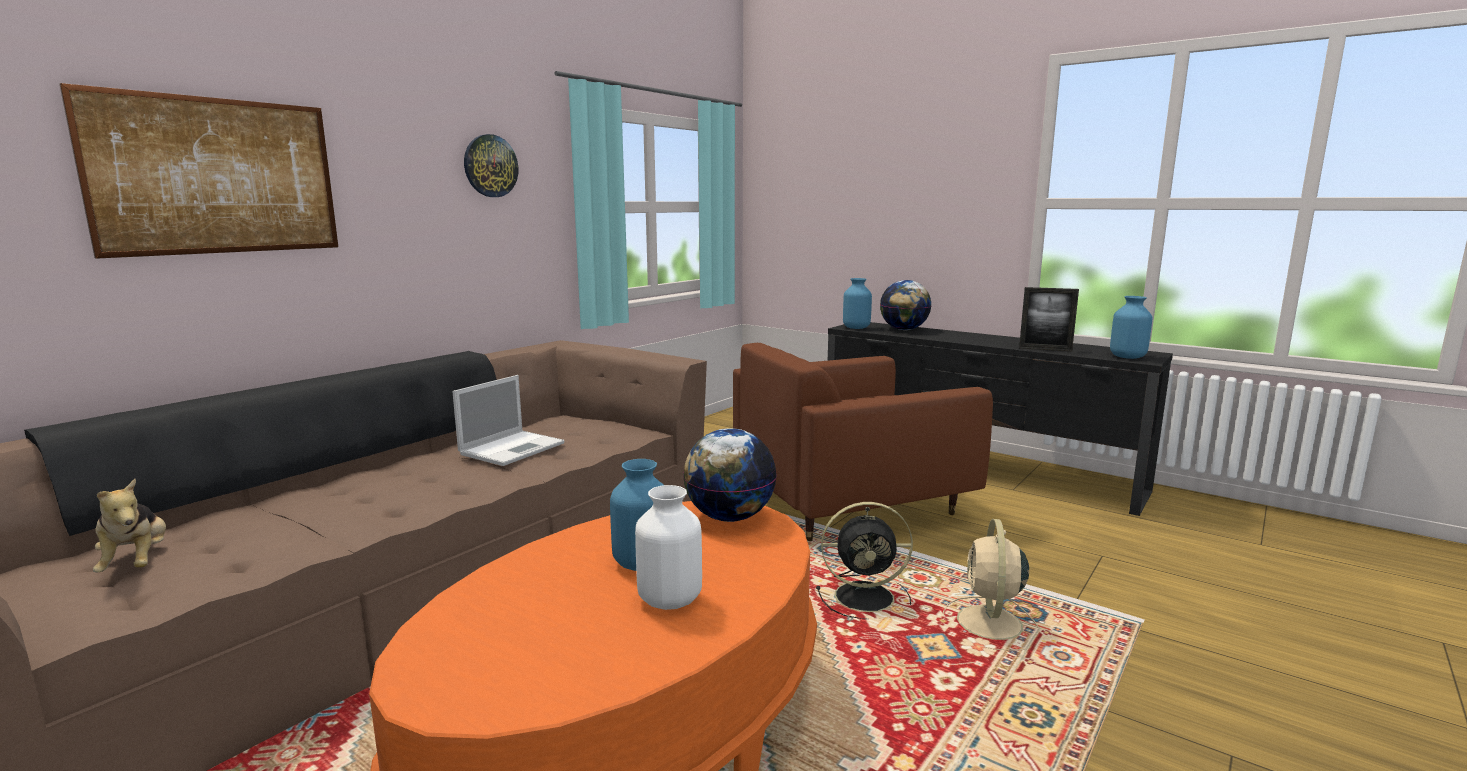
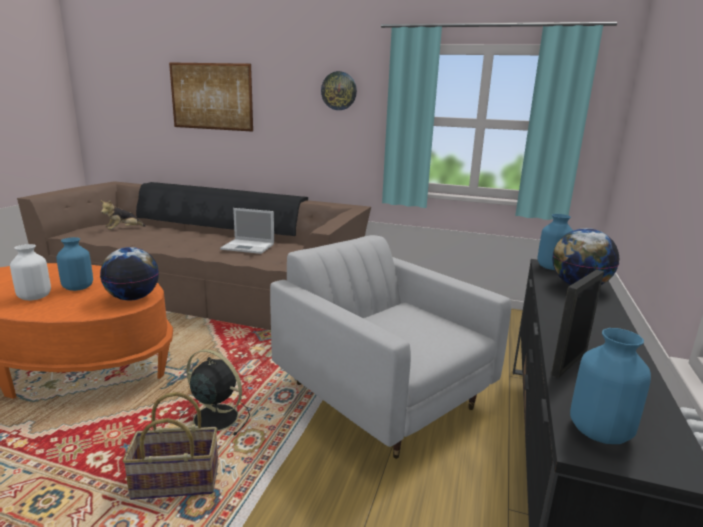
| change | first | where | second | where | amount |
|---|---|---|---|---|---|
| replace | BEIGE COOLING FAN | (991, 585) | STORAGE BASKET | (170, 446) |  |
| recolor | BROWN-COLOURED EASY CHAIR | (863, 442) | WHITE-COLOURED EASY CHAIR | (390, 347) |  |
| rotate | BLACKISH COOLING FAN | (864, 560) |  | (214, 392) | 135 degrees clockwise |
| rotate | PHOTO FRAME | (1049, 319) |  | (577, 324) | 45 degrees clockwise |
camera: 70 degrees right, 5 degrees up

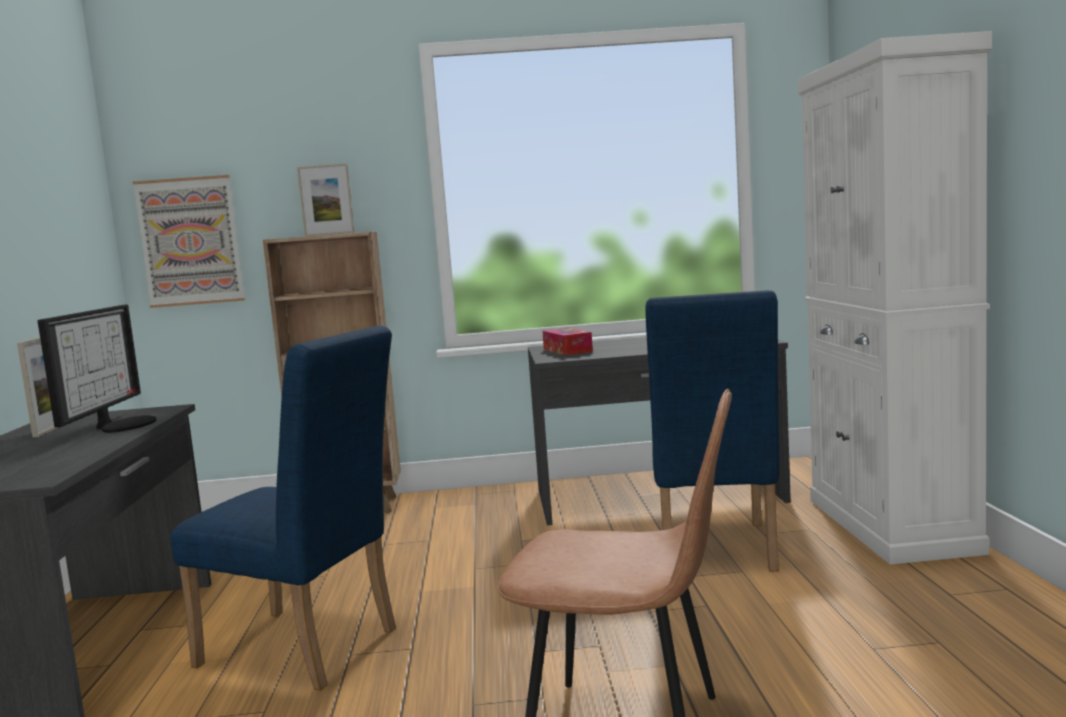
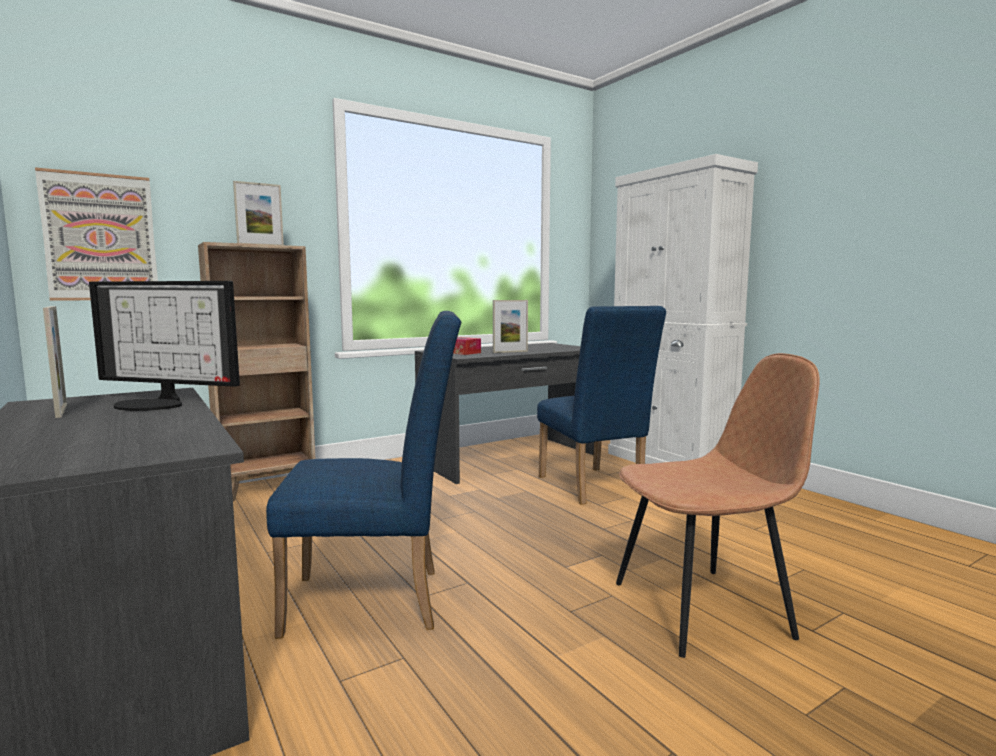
| change | first | where | second | where | amount |
|---|---|---|---|---|---|
| insert |  |  | PHOTO FRAME | (510, 326) |  |
| rotate | MONITOR | (97, 369) |  | (164, 346) | 135 degrees clockwise |
camera: 30 degrees left, 0 degrees up

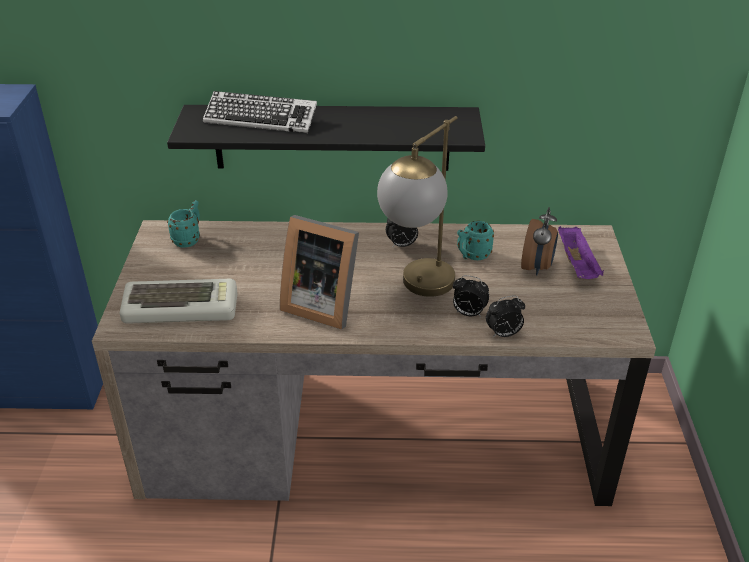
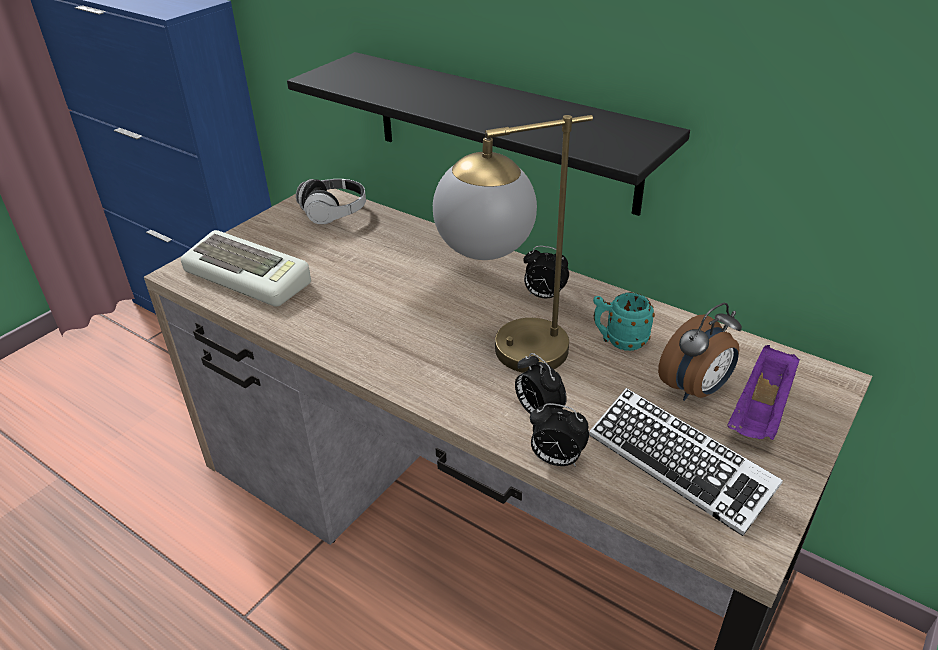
| change | first | where | second | where | amount |
|---|---|---|---|---|---|
| delete | PHOTO FRAME | (319, 272) |  |  |  |
| move | PC KEYBOARD | (260, 112) |  | (686, 462) |  |
| replace | TURQUOISE TEA MUG | (183, 224) | HEADSET | (331, 201) |  |
camera: 35 degrees right, 0 degrees up

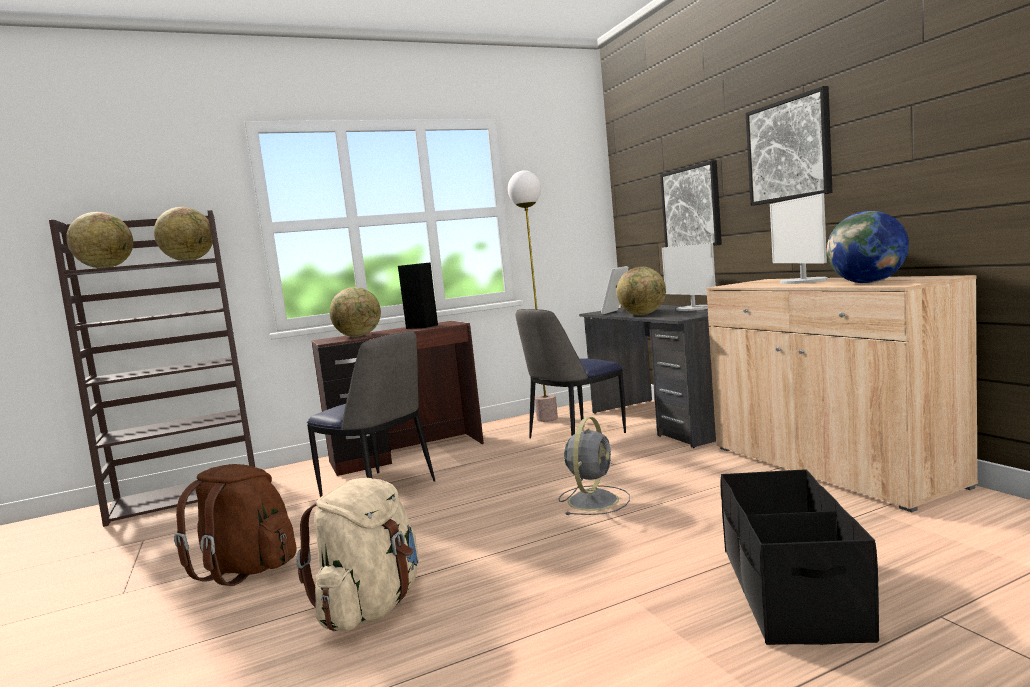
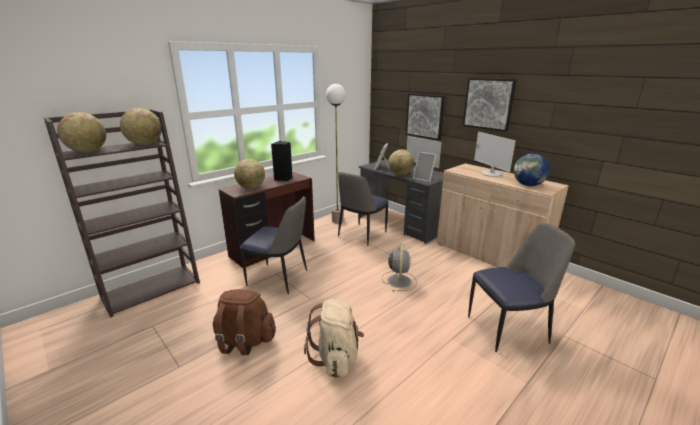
| change | first | where | second | where | amount |
|---|---|---|---|---|---|
| insert |  |  | PHOTO FRAME | (425, 167) |  |
| replace | BLACKISH STORAGE CONTAINER | (800, 557) | UPRIGHT CHAIR | (521, 287) |  |
camera: 20 degrees left, 15 degrees up

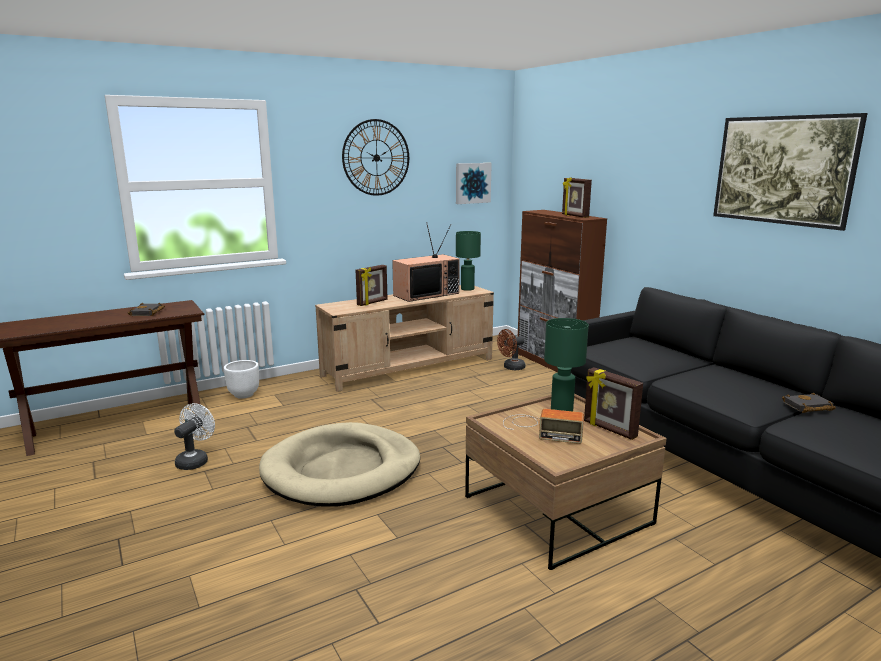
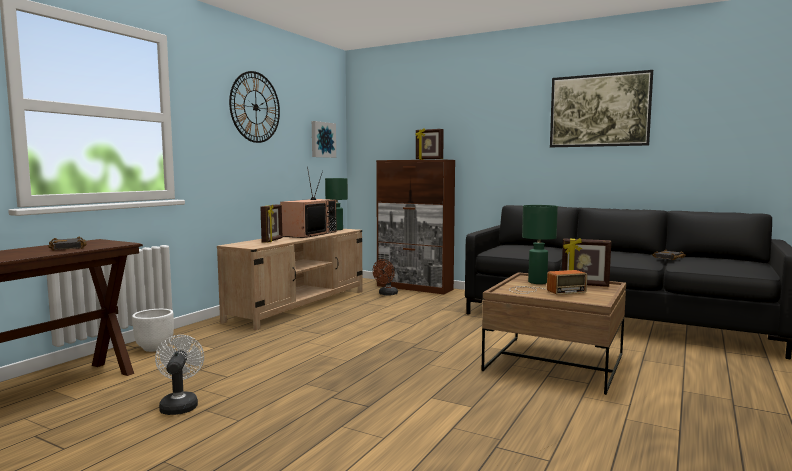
| change | first | where | second | where | amount |
|---|---|---|---|---|---|
| delete | BEIGE DOG CUSHION | (339, 464) |  |  |  |
camera: 30 degrees left, 10 degrees down

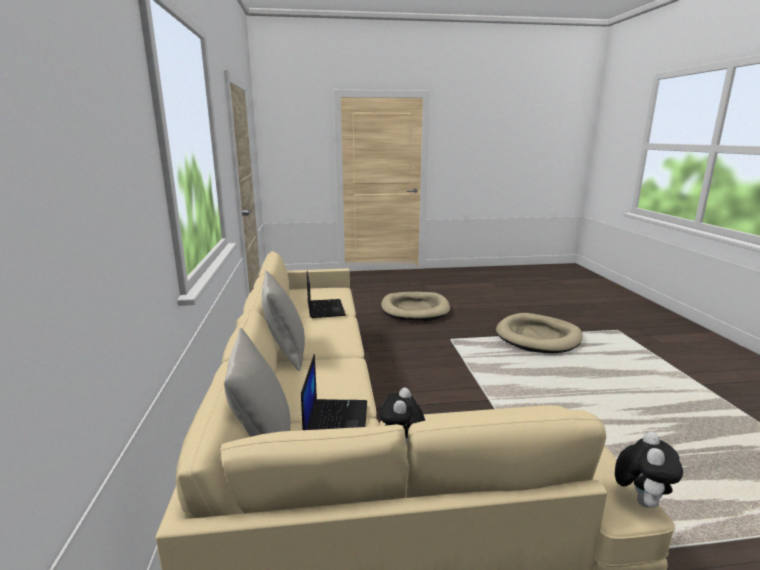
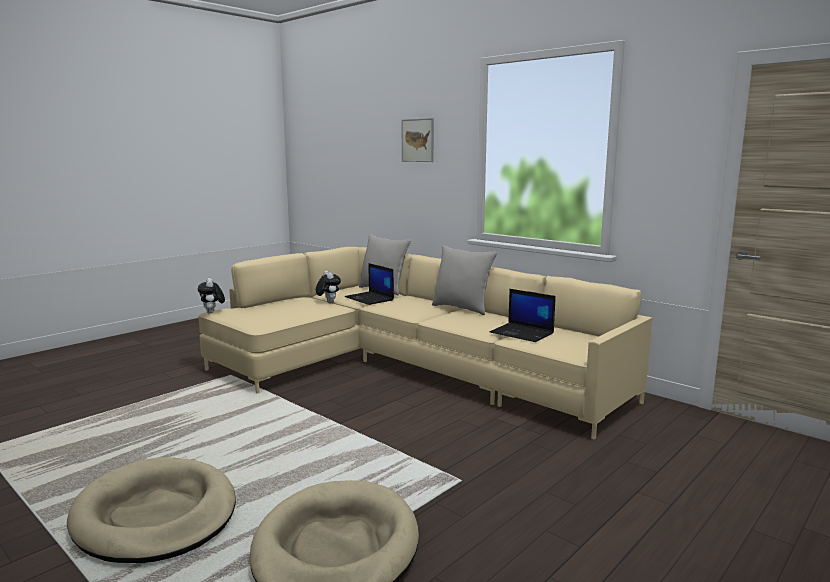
| change | first | where | second | where | amount |
|---|---|---|---|---|---|
| insert |  |  | PICTURE | (418, 140) |  |
| move | BEIGE DOG CUSHION | (415, 306) |  | (151, 510) |  |
camera: 140 degrees right, 5 degrees down

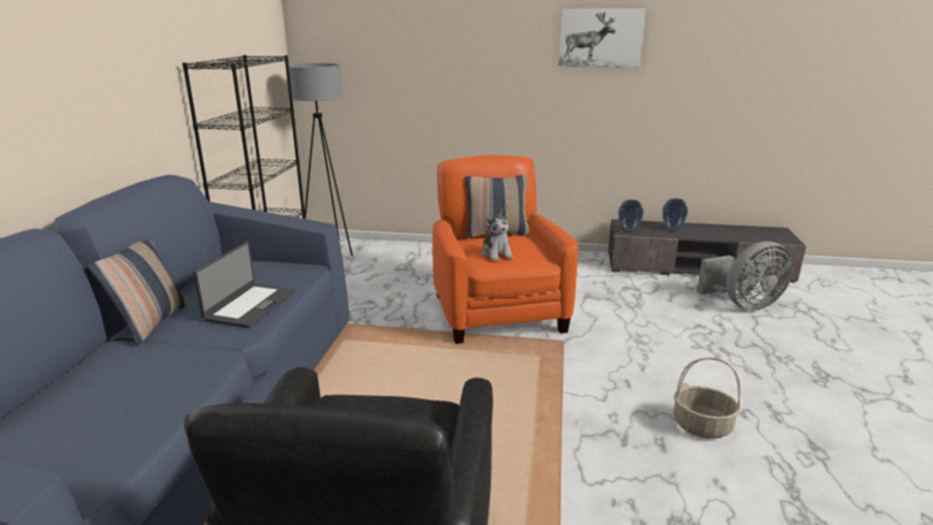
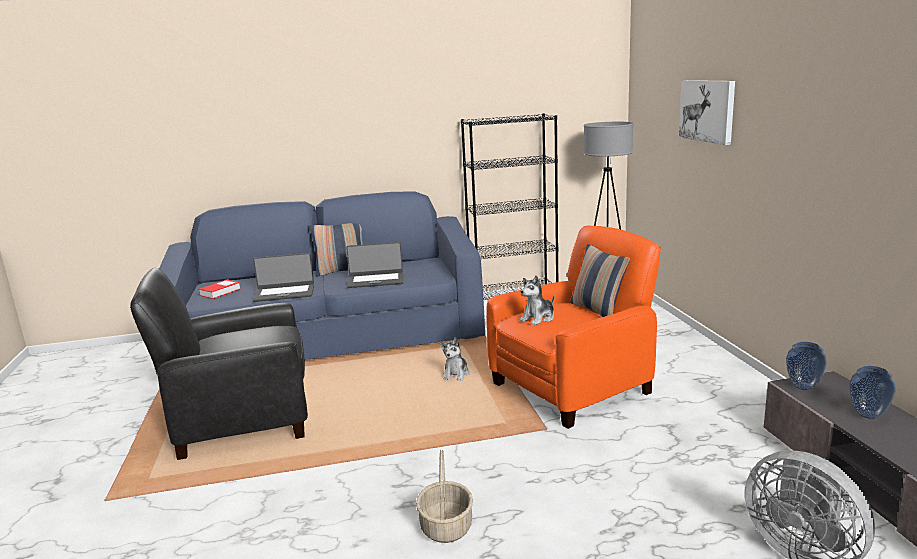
| change | first | where | second | where | amount |
|---|---|---|---|---|---|
| insert |  |  | VOLUME | (220, 289) |  |
| insert |  |  | NOTEBOOK COMPUTER | (283, 277) |  |
| insert |  |  | CUDDLY TOY | (454, 359) |  |
| move | PICTURE | (602, 38) |  | (707, 112) |  |
camera: 70 degrees right, 5 degrees down

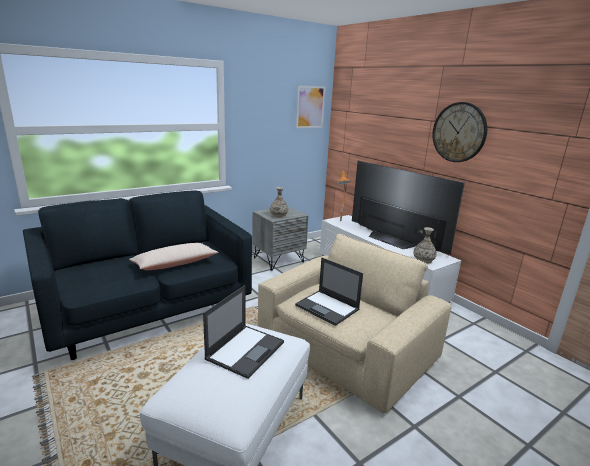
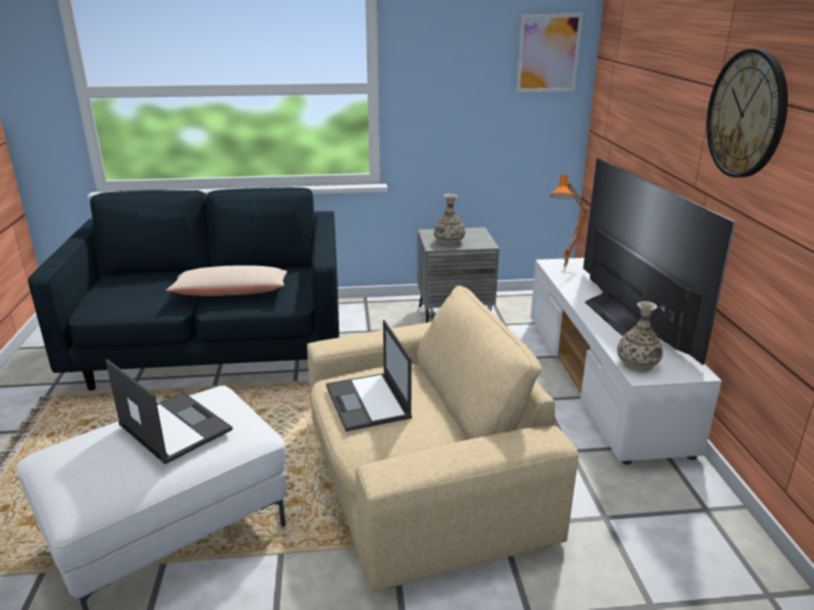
| change | first | where | second | where | amount |
|---|---|---|---|---|---|
| rotate | NOTEBOOK COMPUTER | (243, 332) |  | (169, 411) | 105 degrees counterclockwise |
camera: 30 degrees right, 5 degrees up

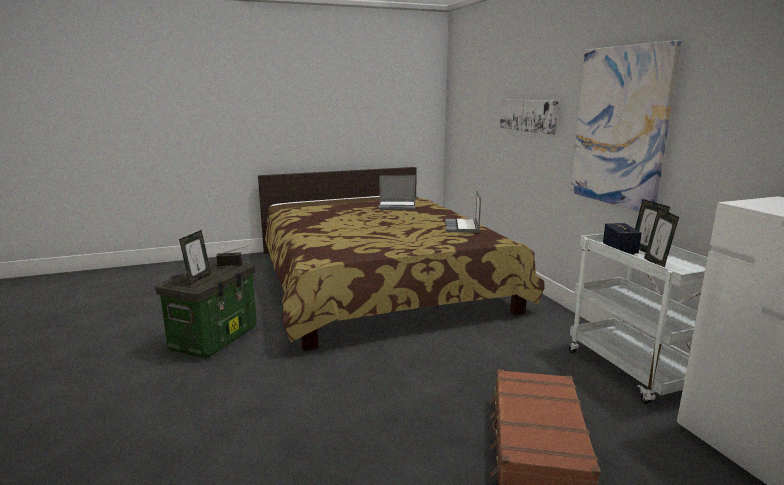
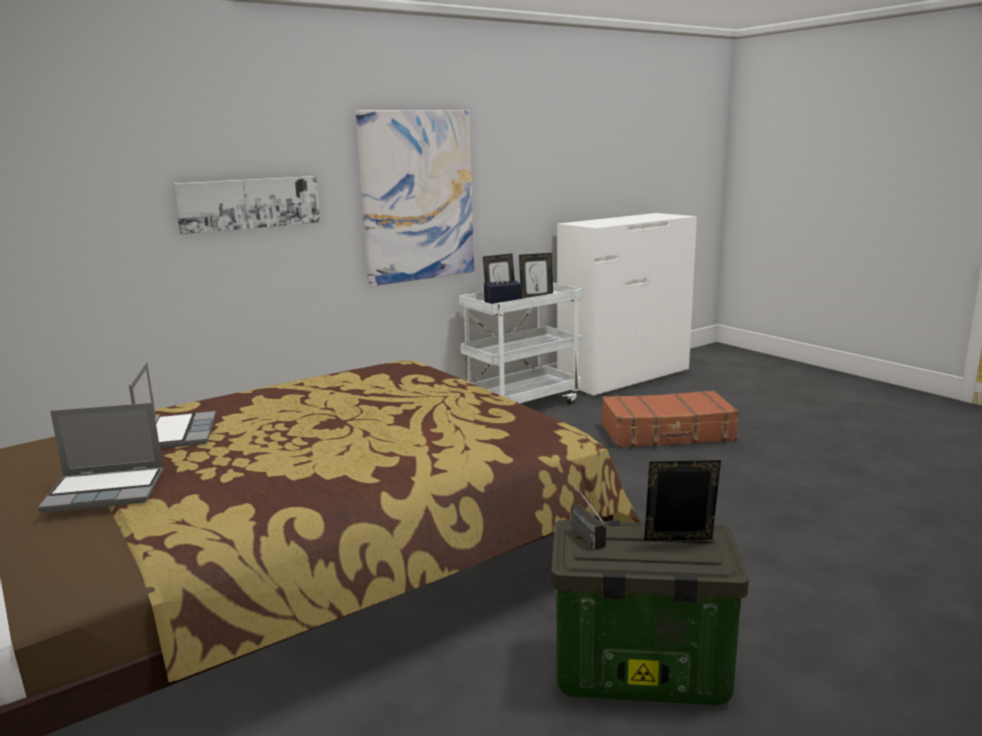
| change | first | where | second | where | amount |
|---|---|---|---|---|---|
| move | NOTEBOOK COMPUTER | (463, 211) |  | (101, 458) |  |
camera: 105 degrees left, 0 degrees up

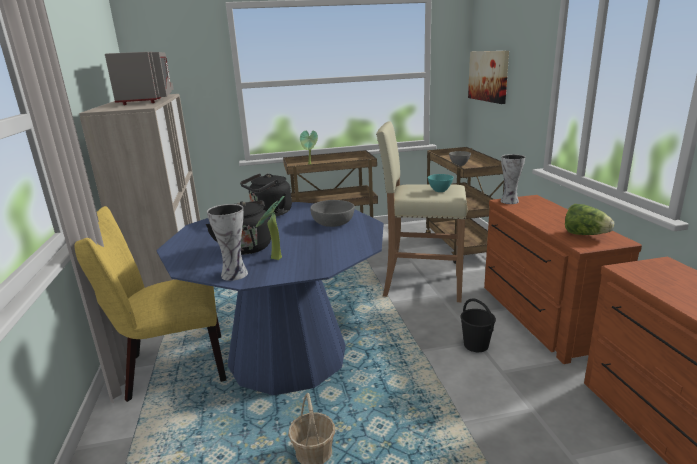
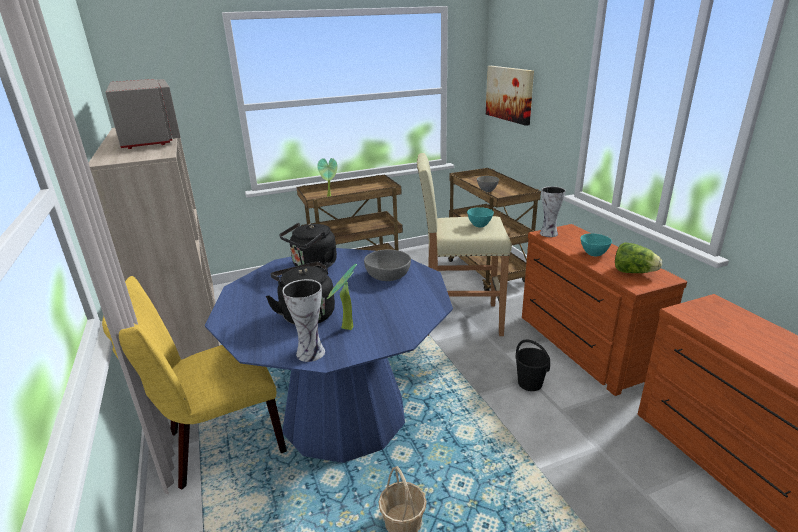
| change | first | where | second | where | amount |
|---|---|---|---|---|---|
| insert |  |  | TURQUOISE DEEP DISH | (596, 244) |  |
camera: 10 degrees left, 5 degrees up

